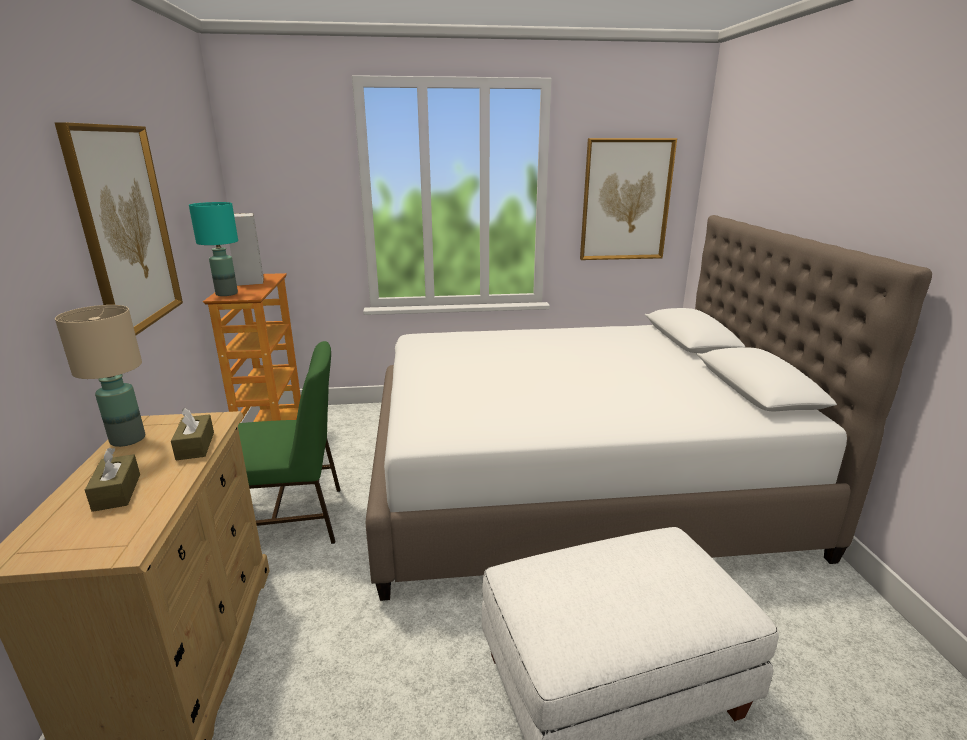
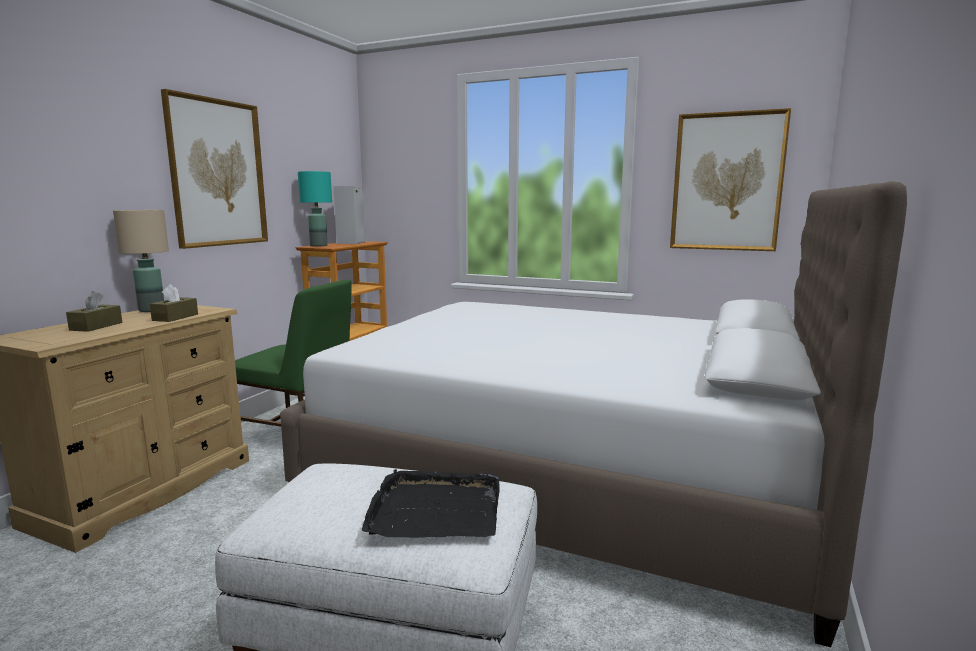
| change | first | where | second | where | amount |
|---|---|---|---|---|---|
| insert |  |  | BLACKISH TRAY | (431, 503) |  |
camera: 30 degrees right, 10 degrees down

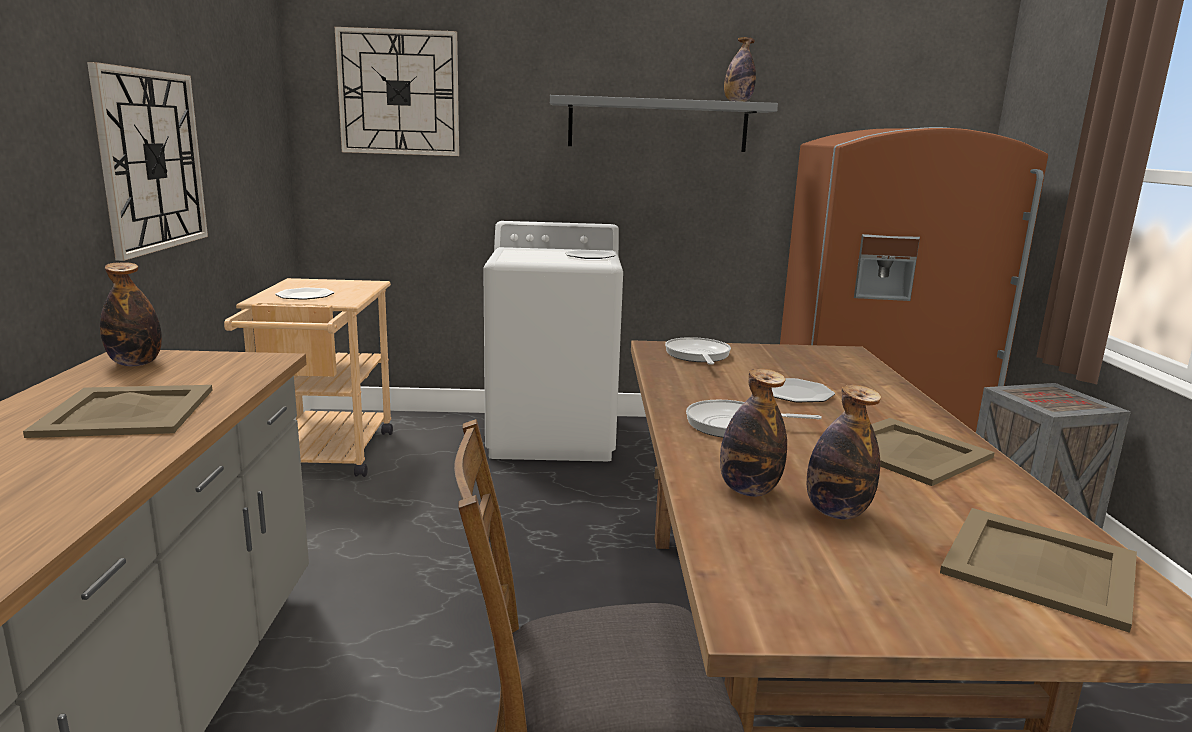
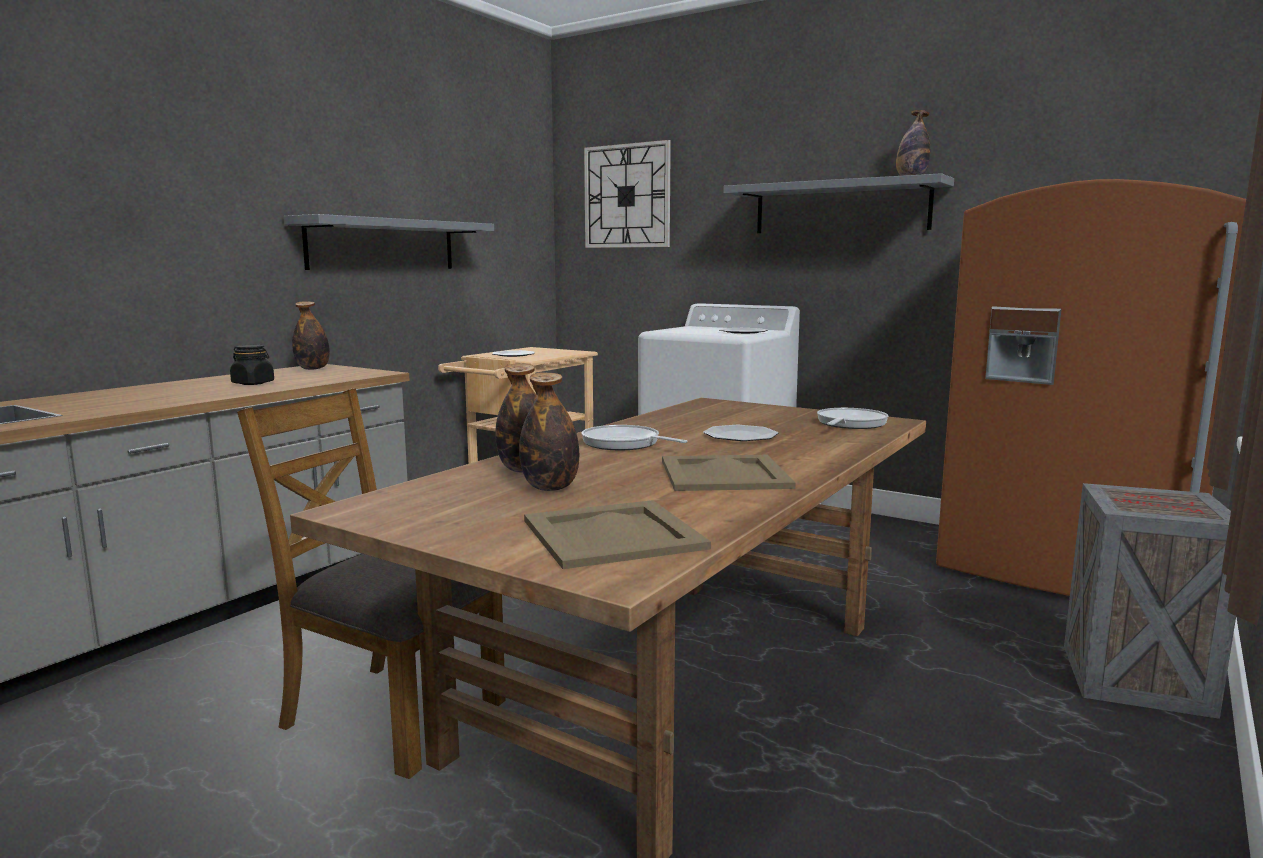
| change | first | where | second | where | amount |
|---|---|---|---|---|---|
| move | PAN | (698, 351) |  | (852, 418) |  |
| replace | BEIGE TRAY | (118, 411) | BLACKISH STORAGE JAR | (252, 365) |  |
| replace | WALL CLOCK | (147, 161) | GRAY SHELF | (388, 242) |  |
camera: 35 degrees right, 5 degrees down

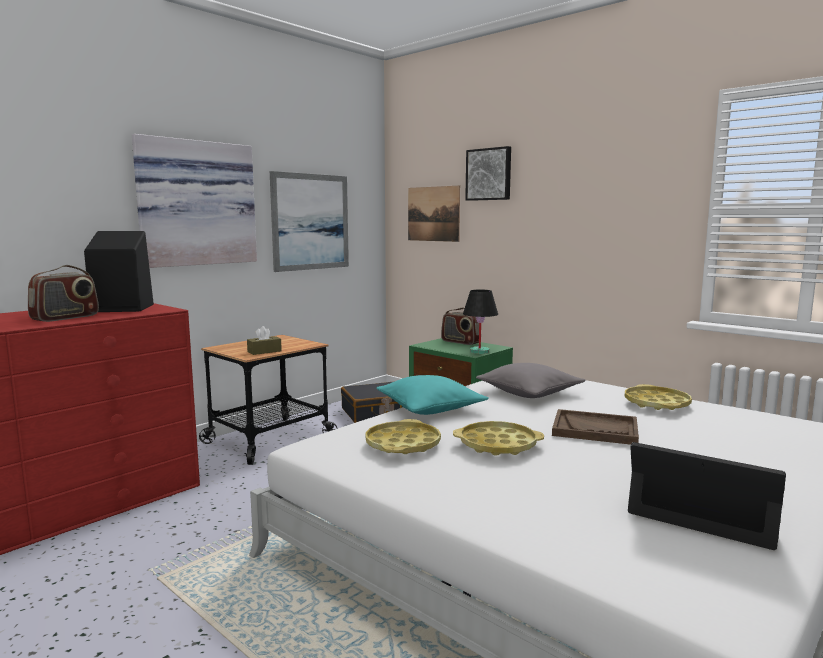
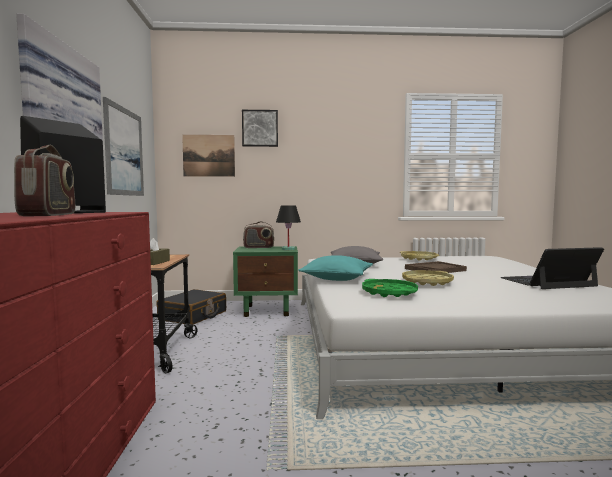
| change | first | where | second | where | amount |
|---|---|---|---|---|---|
| recolor | YELLOWISH TRAY | (403, 436) | GREEN TRAY | (390, 288) |  |
camera: 45 degrees left, 5 degrees down

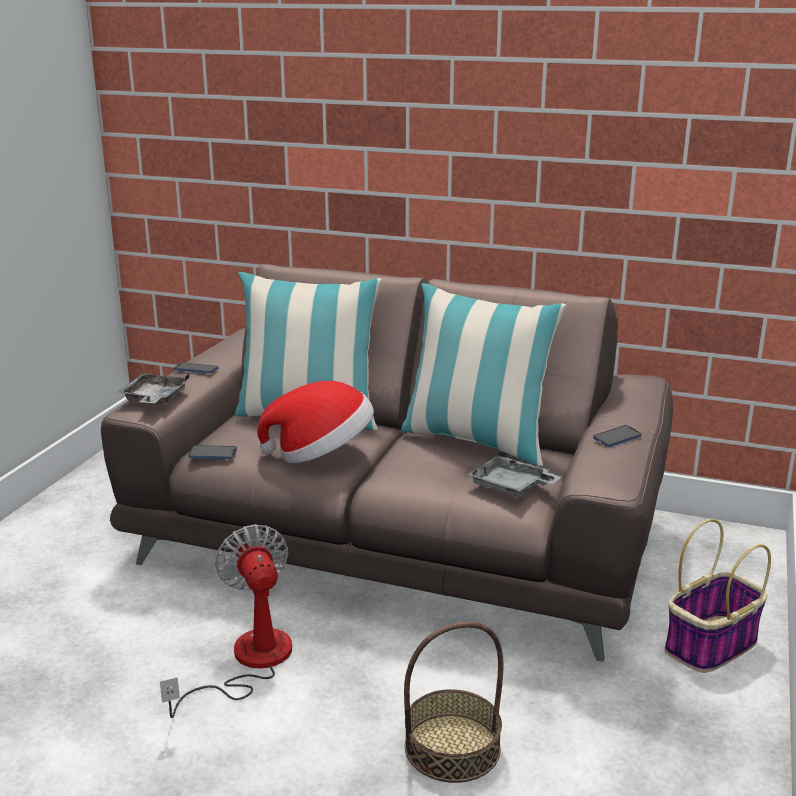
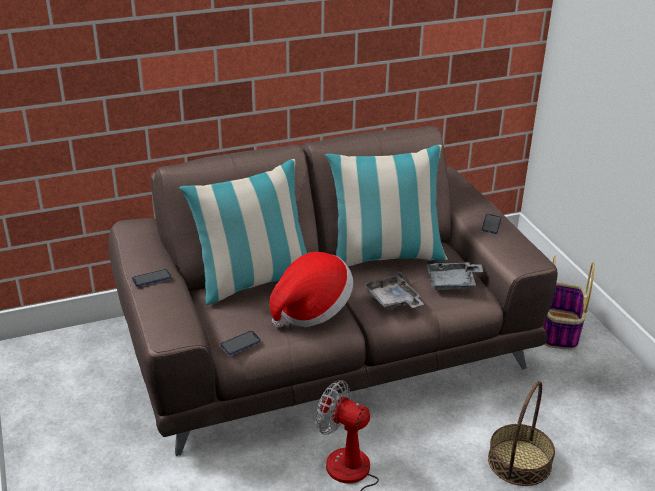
| change | first | where | second | where | amount |
|---|---|---|---|---|---|
| move | GRAY TRAY | (153, 389) |  | (393, 291) |  |
camera: 40 degrees left, 10 degrees up

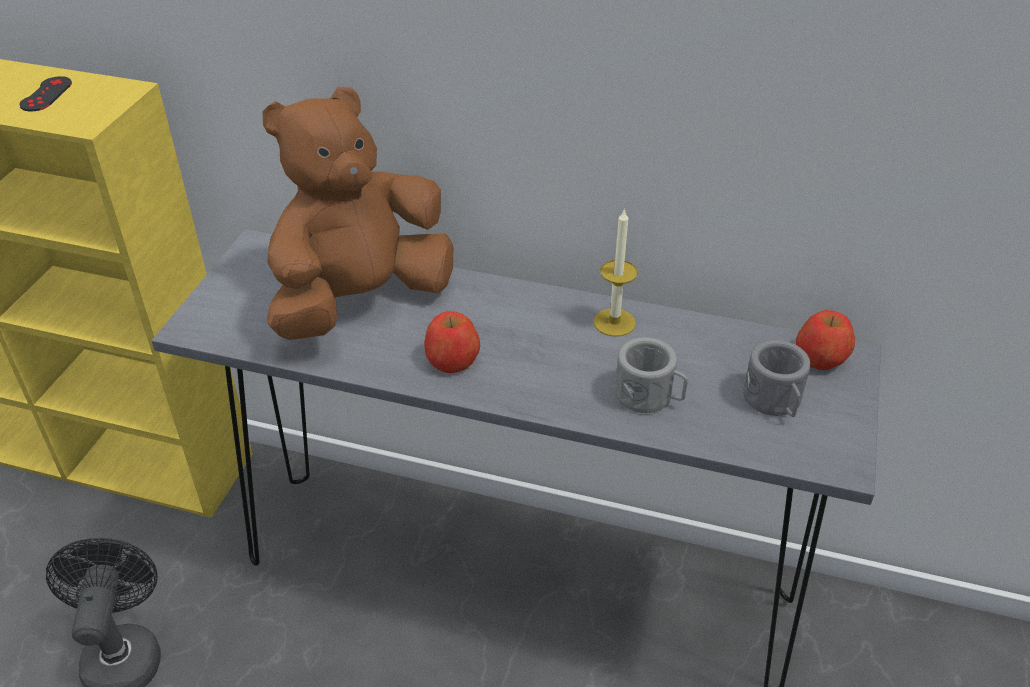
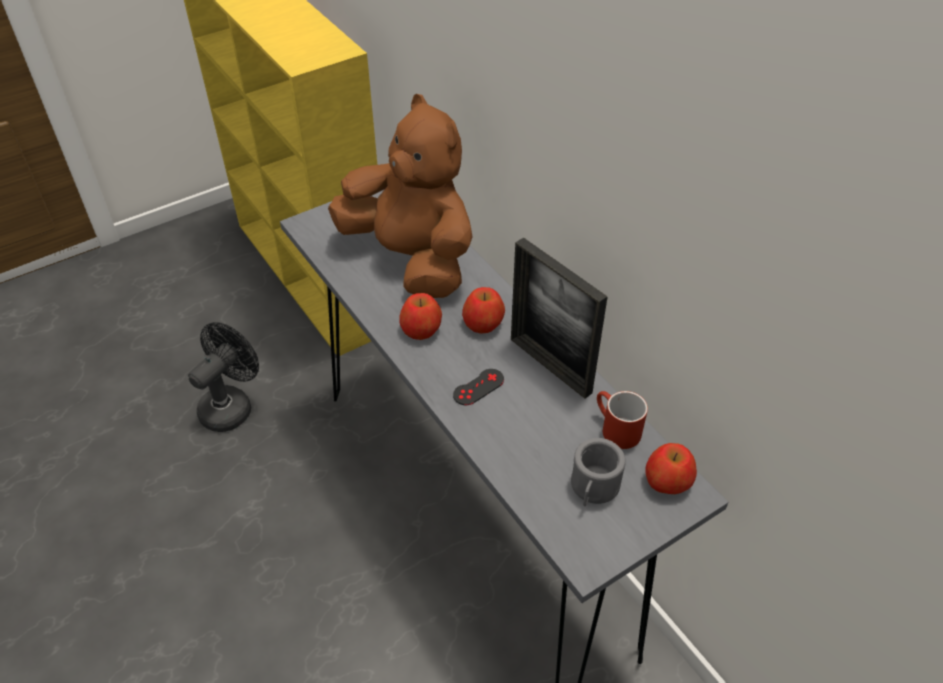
| change | first | where | second | where | amount |
|---|---|---|---|---|---|
| delete | GRAY TEA MUG | (651, 375) |  |  |  |
| insert |  |  | WHOLE APPLE | (483, 310) |  |
| insert |  |  | RED-COLOURED TEA MUG | (622, 420) |  |
| move | BLACKISH GAME CONTROLLER | (45, 93) |  | (478, 387) |  |
| replace | WAX CANDLE | (615, 272) | PHOTO FRAME | (559, 318) |  |
| rotate | BROWN-COLOURED CUDDLY TOY | (357, 213) |  | (400, 196) | 45 degrees clockwise |
camera: 40 degrees right, 5 degrees up

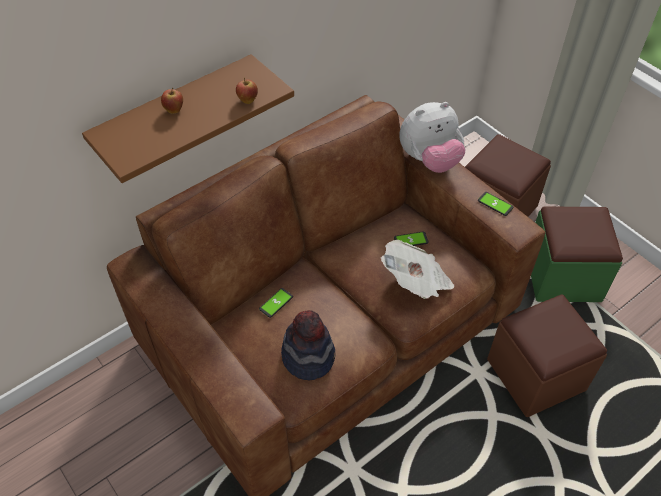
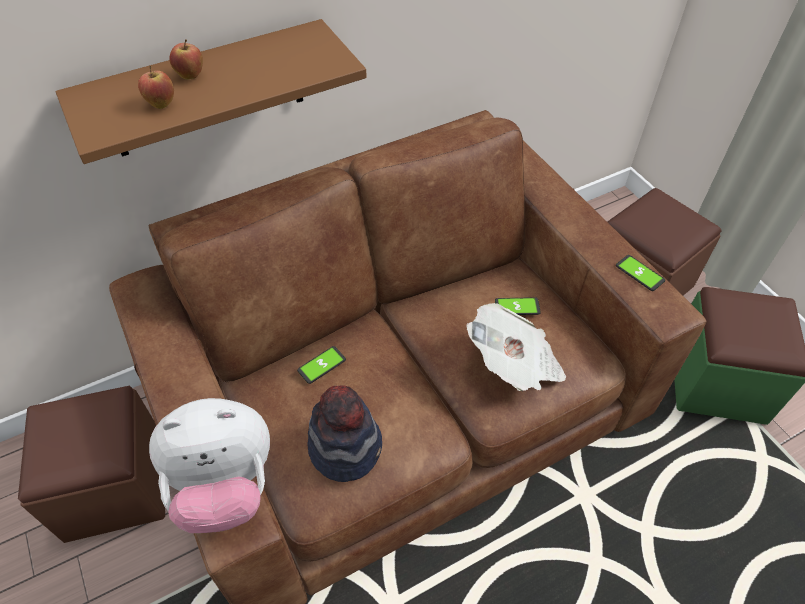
| change | first | where | second | where | amount |
|---|---|---|---|---|---|
| move | WHOLE APPLE | (247, 91) |  | (156, 87) |  |
| move | CUDDLY TOY | (432, 137) |  | (209, 465) |  |
| move | BROWN-COLOURED OTTOMAN | (547, 355) |  | (91, 464) |  |
camera: 10 degrees right, 0 degrees up

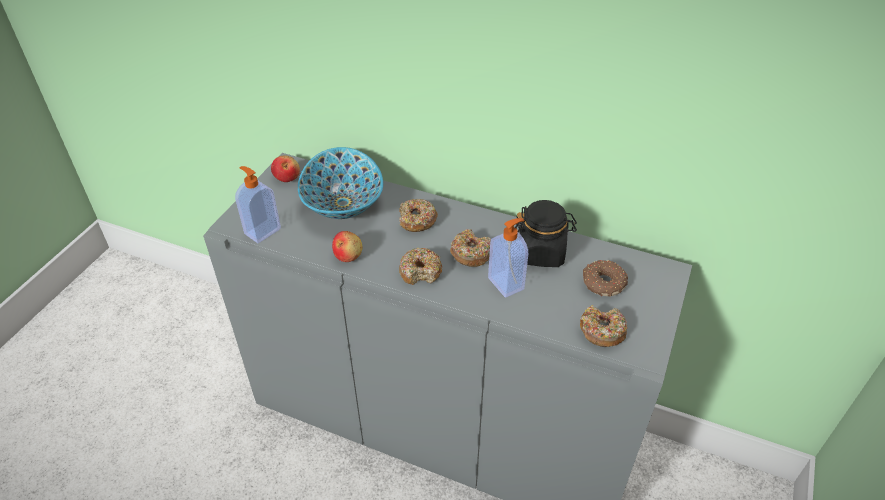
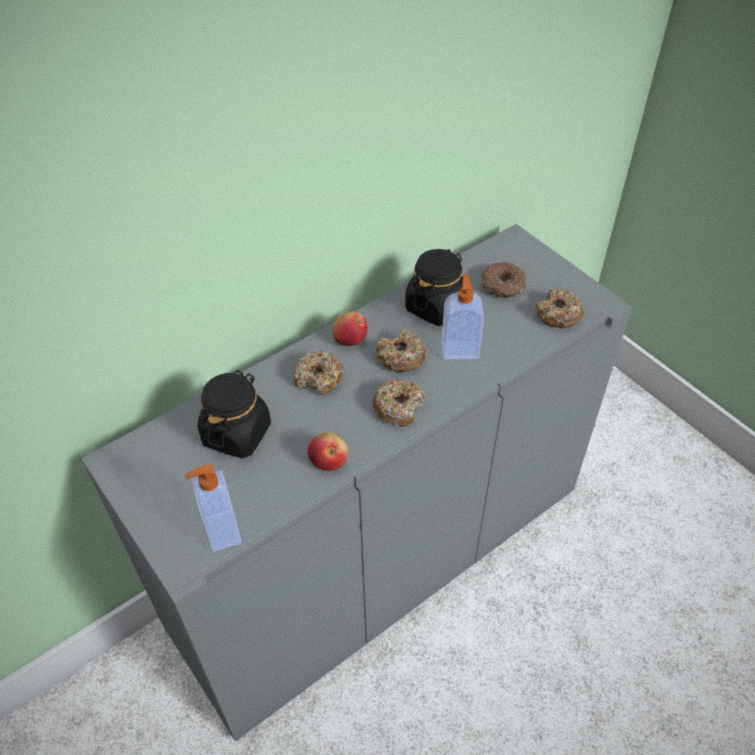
| change | first | where | second | where | amount |
|---|---|---|---|---|---|
| move | WHOLE APPLE | (285, 169) |  | (350, 329) |  |
| replace | DEEP DISH | (340, 183) | BLACKISH STORAGE JAR | (234, 414) |  |
camera: 60 degrees left, 5 degrees up

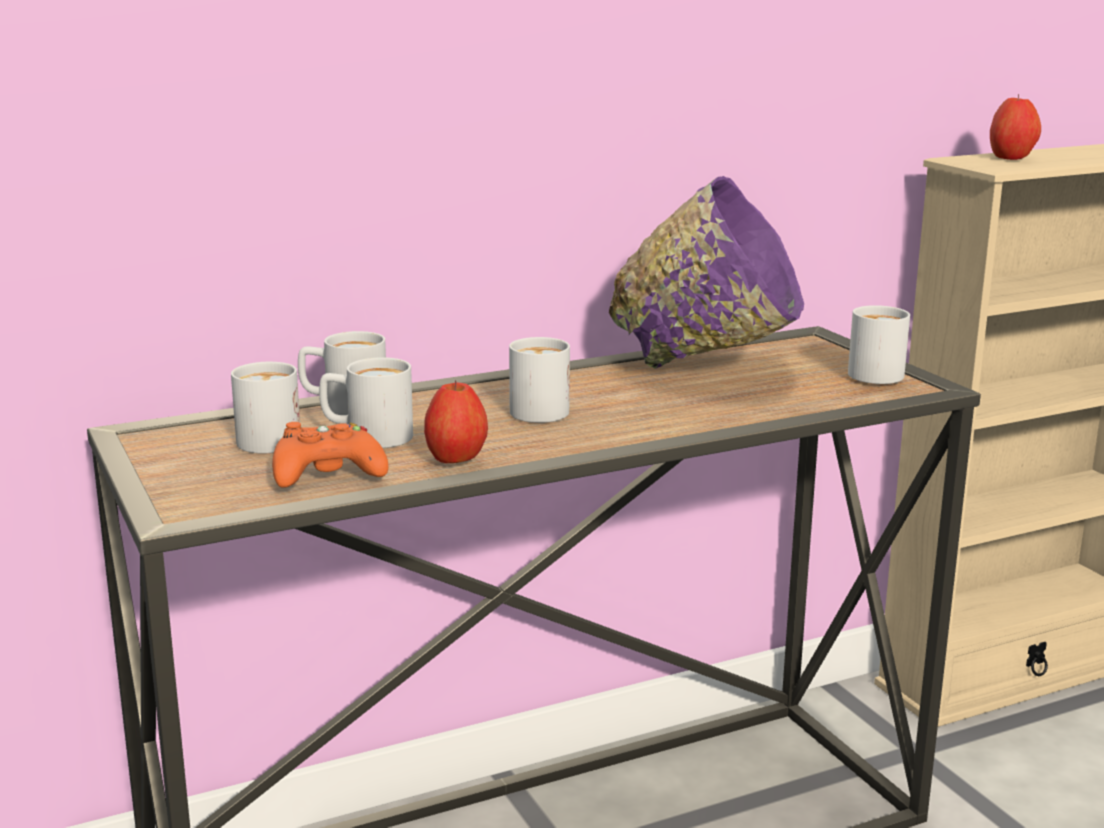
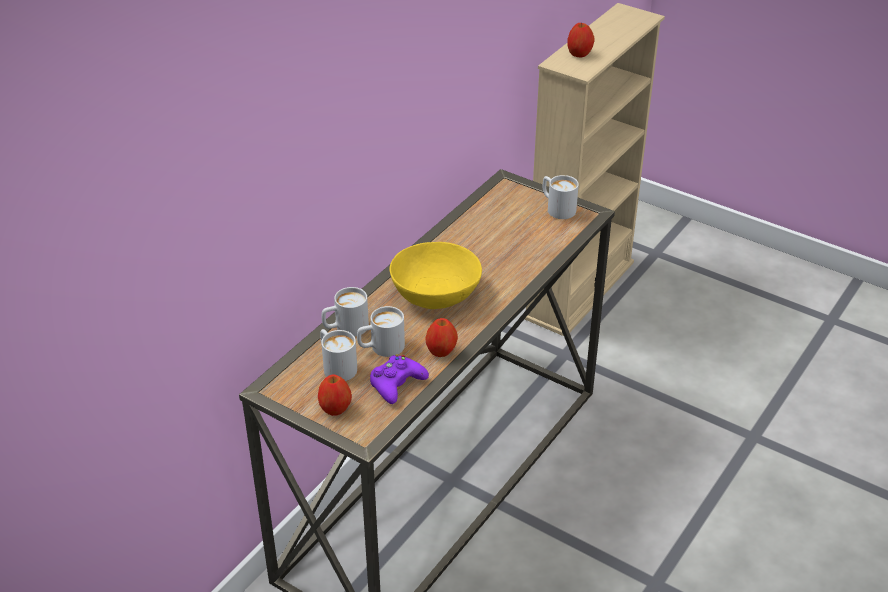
| change | first | where | second | where | amount |
|---|---|---|---|---|---|
| delete | PURPLISH DEEP DISH | (706, 272) |  |  |  |
| insert |  |  | WHOLE APPLE | (335, 395) |  |
| replace | WHITE-COLOURED TEA MUG | (539, 380) | YELLOWISH DEEP DISH | (436, 275) |  |
| recolor | ORANGEY GAME CONTROLLER | (330, 455) | PURPLISH GAME CONTROLLER | (399, 379) |  |
camera: 30 degrees left, 20 degrees up

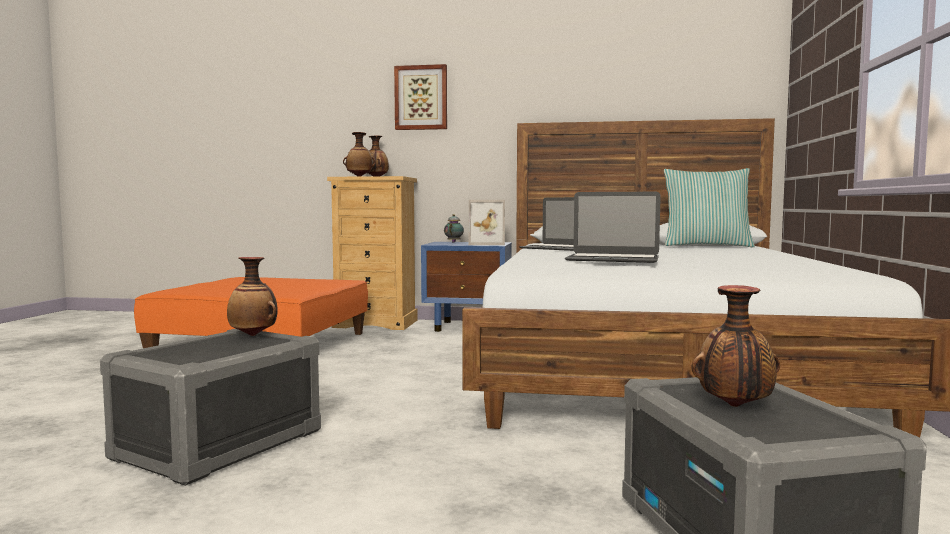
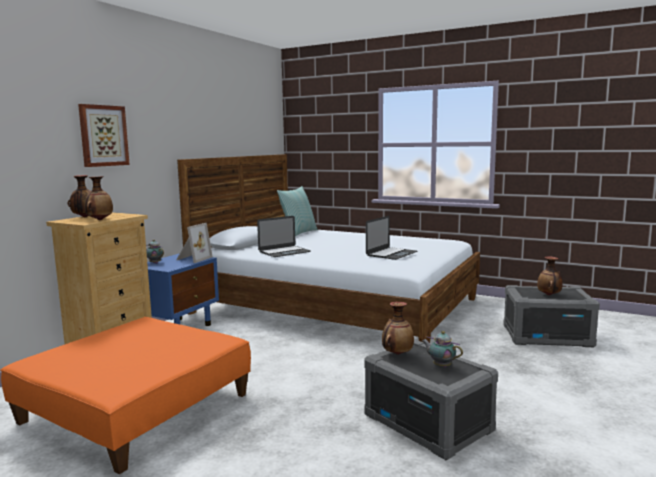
| change | first | where | second | where | amount |
|---|---|---|---|---|---|
| insert |  |  | TEA POT | (442, 349) |  |
camera: 70 degrees left, 5 degrees up

